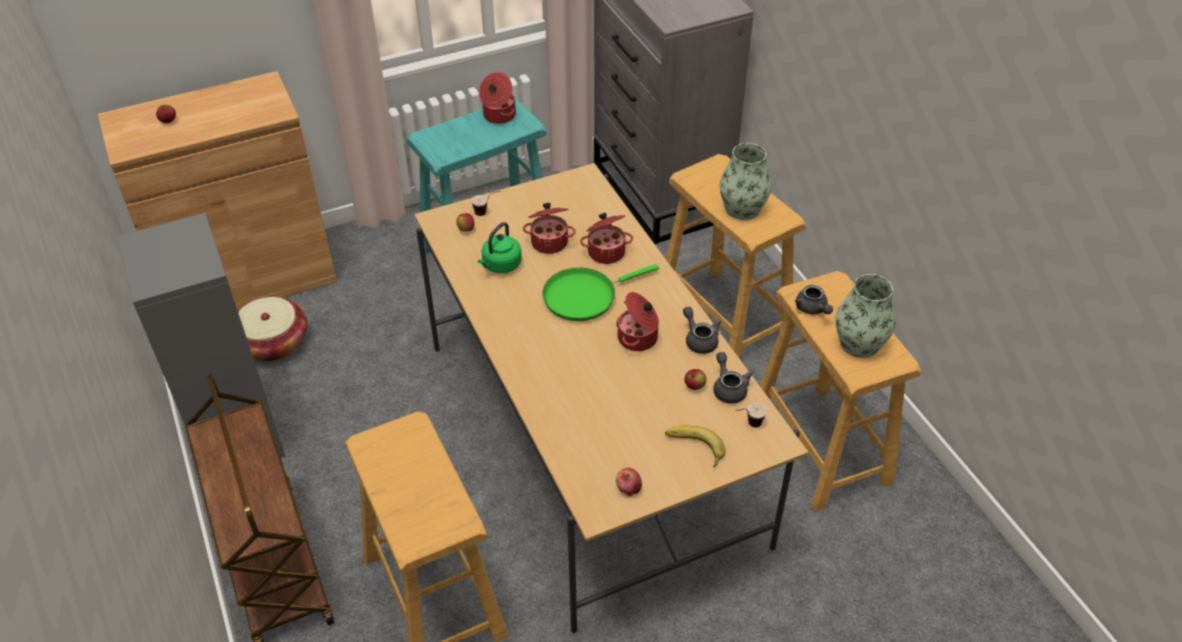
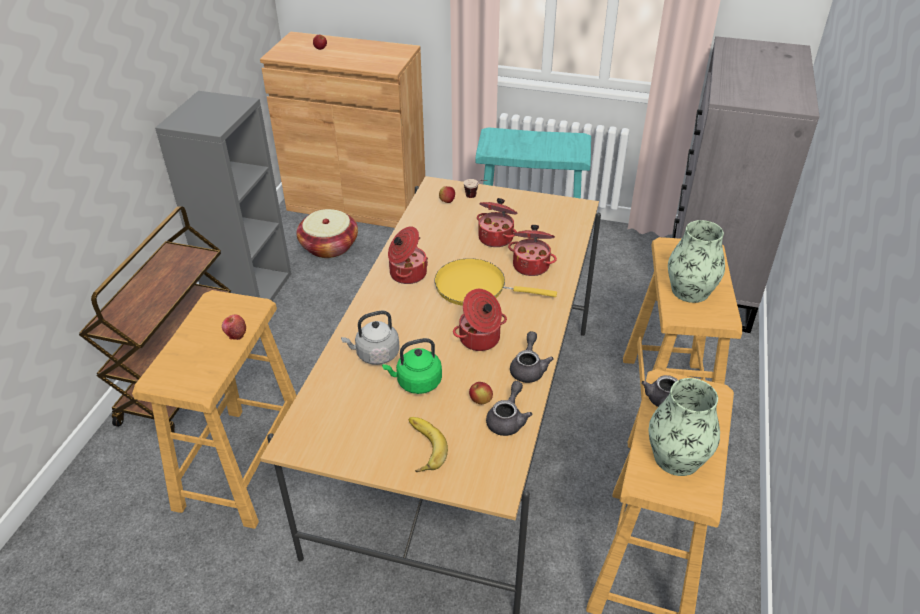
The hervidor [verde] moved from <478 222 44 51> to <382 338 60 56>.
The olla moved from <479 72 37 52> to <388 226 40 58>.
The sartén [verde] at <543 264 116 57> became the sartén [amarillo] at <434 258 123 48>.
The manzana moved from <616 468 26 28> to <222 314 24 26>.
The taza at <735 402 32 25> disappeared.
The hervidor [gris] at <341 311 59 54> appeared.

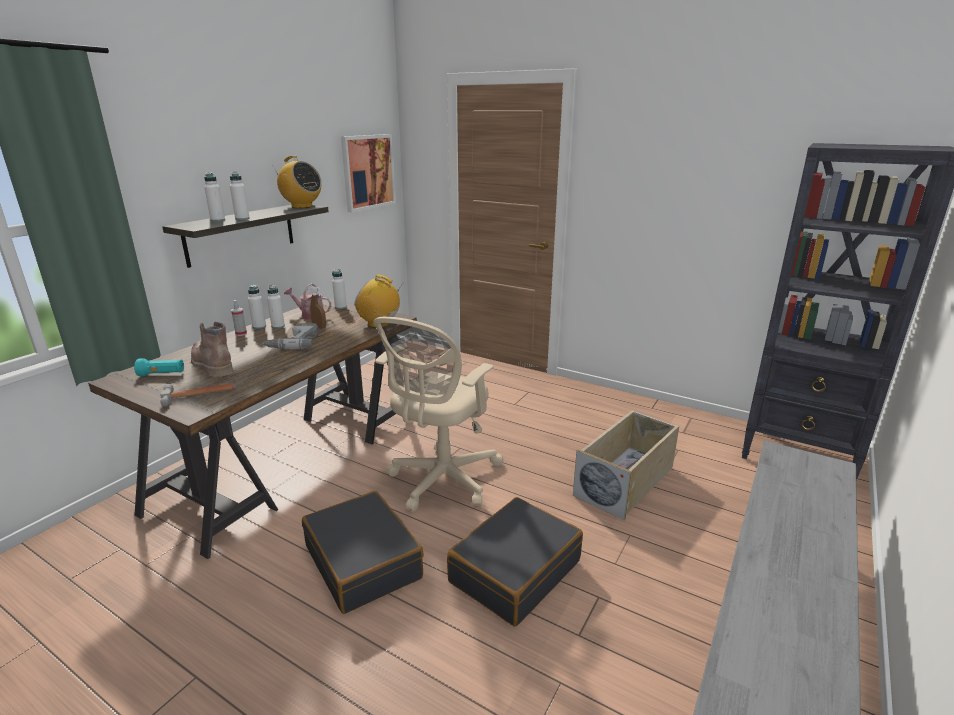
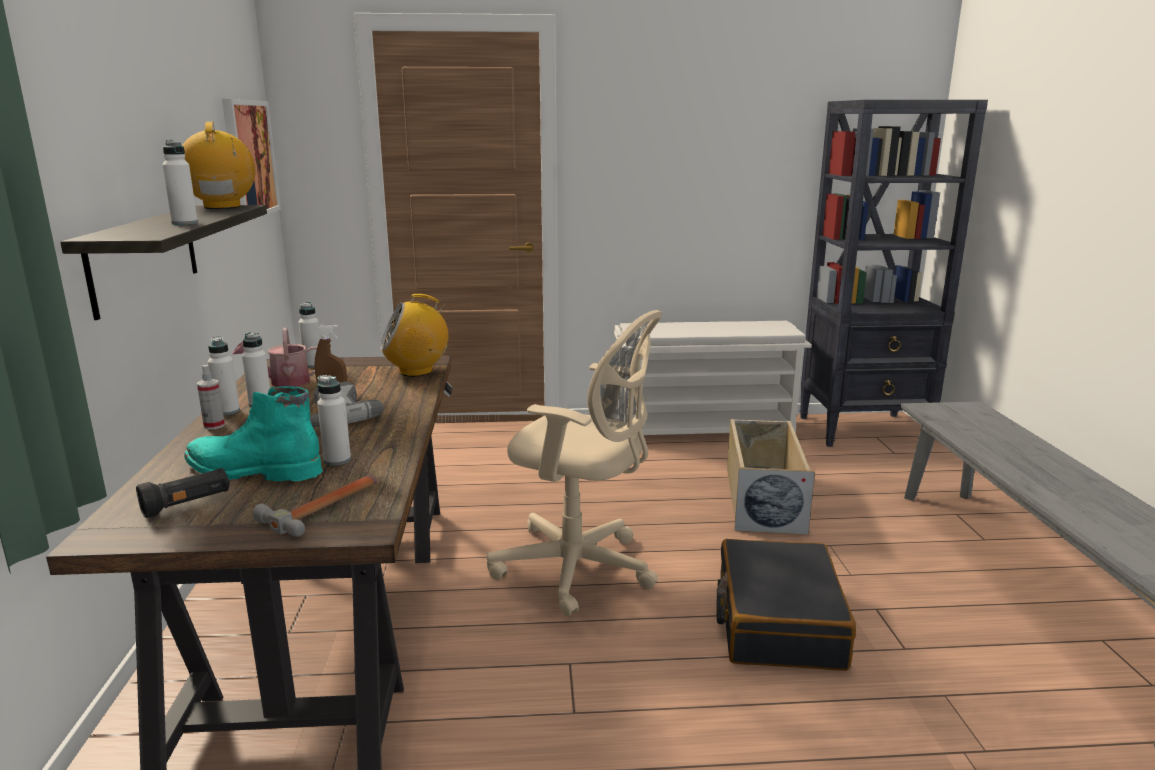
The linterna [turquesa] at <134 358 50 18> became the linterna [negro] at <136 468 94 50>.
The bota [marrón] at <191 322 42 55> became the bota [turquesa] at <184 386 139 95>.
The botella [blanco] moved from <204 172 21 50> to <317 375 34 91>.
The radio at <272 156 50 52> turned 105 degrees counterclockwise.
The maleta [negro] at <302 491 122 123> disappeared.
The silla de oficina [beis] at <373 317 130 195> turned 60 degrees counterclockwise.
The zapatero [blanco] at <614 321 198 114> appeared.

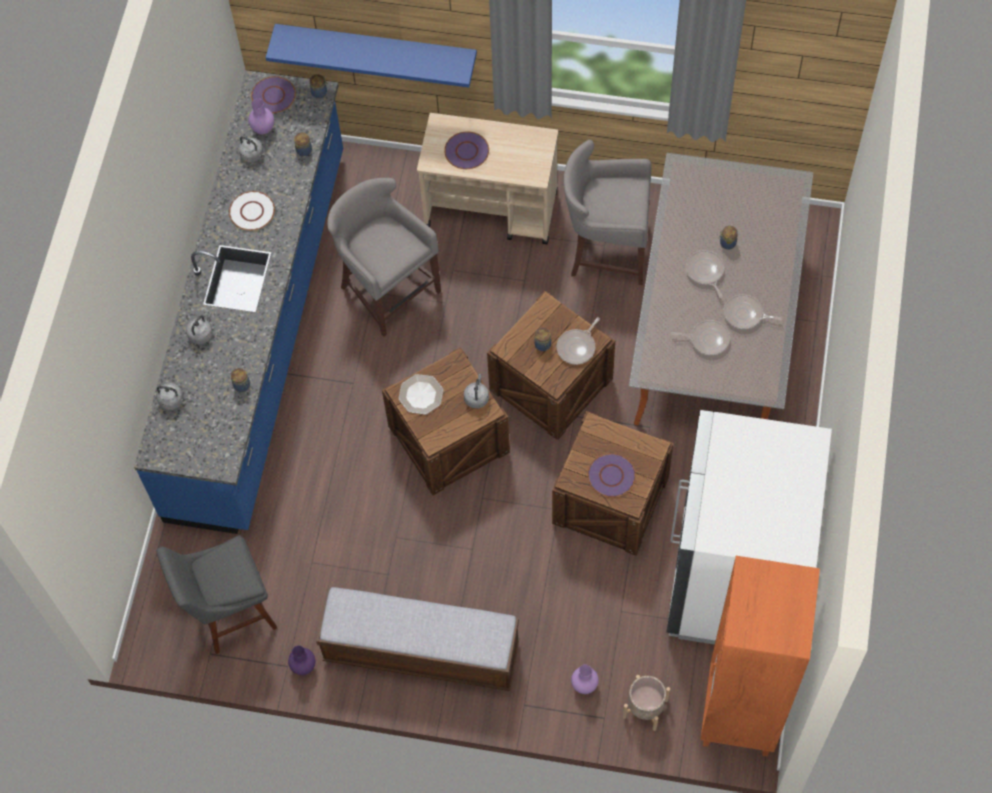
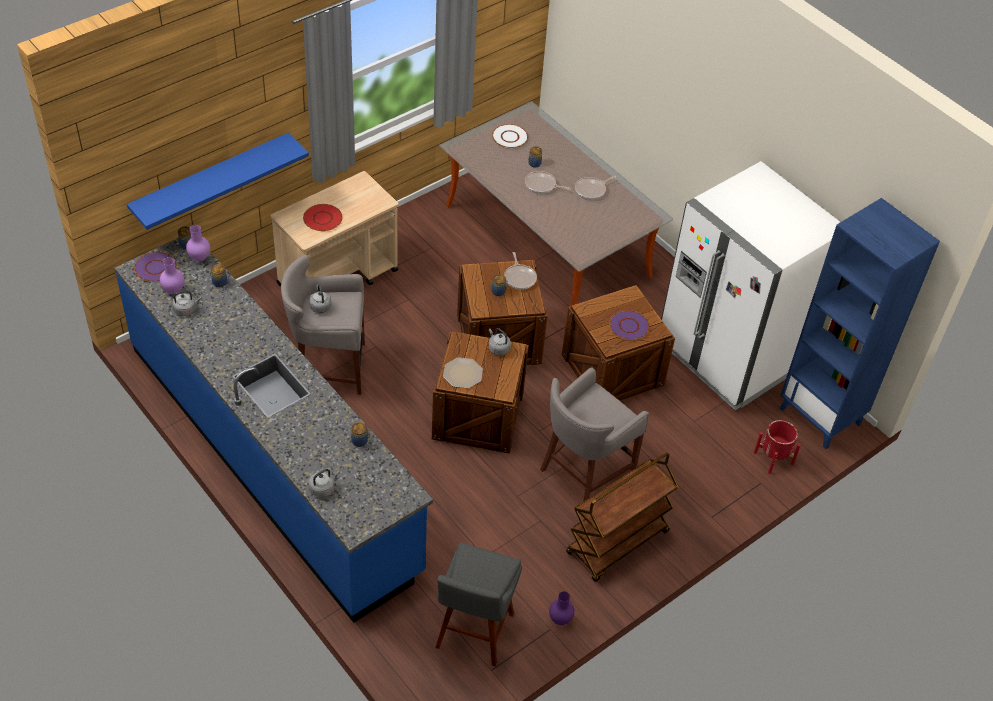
The hervidor [gris] moved from <186 312 27 32> to <309 285 22 28>.
The plato [blanco] moved from <229 191 46 40> to <492 124 36 24>.
The banco at <316 587 203 104> was replaced by the carrito [marrón] at <566 453 112 129>.
The plato [morado] at <444 132 45 37> became the plato [rojo] at <303 204 40 27>.
The taburete [gris] moved from <564 140 87 145> to <540 368 109 134>.
The florero [morado] moved from <571 664 28 30> to <186 225 24 36>.
The maceta [beis] at <623 675 47 56> became the maceta [rojo] at <754 420 47 54>.
The sartén at <671 320 59 35> disappeared.
The estantería [naranja] at <700 556 120 201> became the estantería [azul] at <780 198 160 251>.

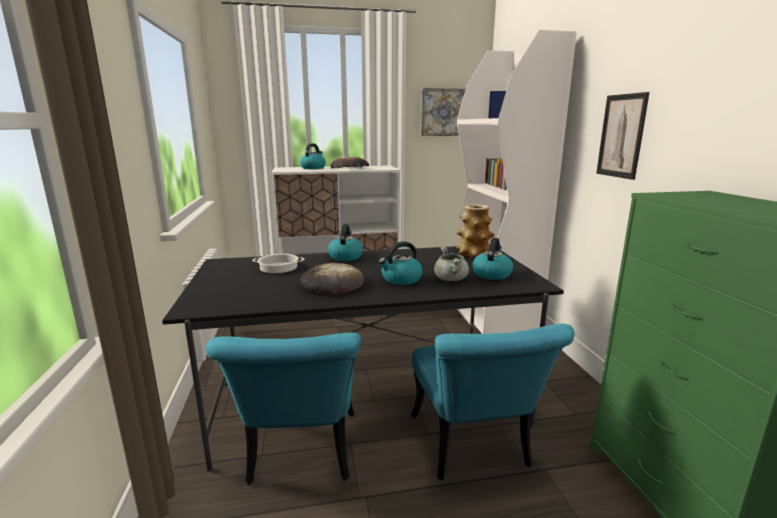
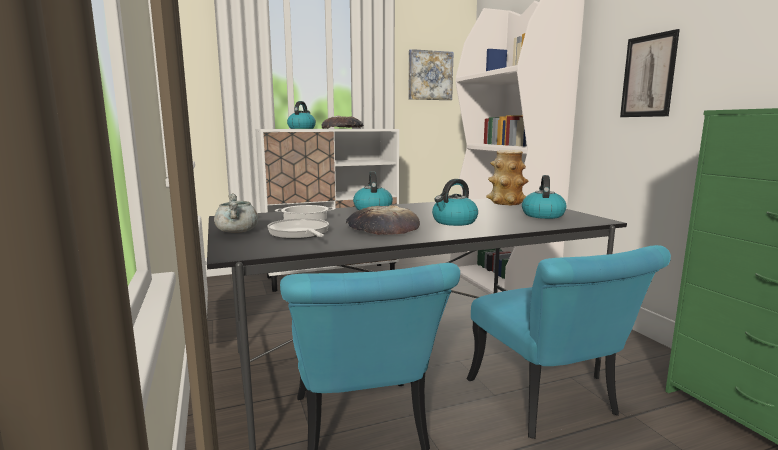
The olla [gris] moved from <434 246 35 35> to <214 193 45 40>.
The sartén at <267 218 62 21> appeared.

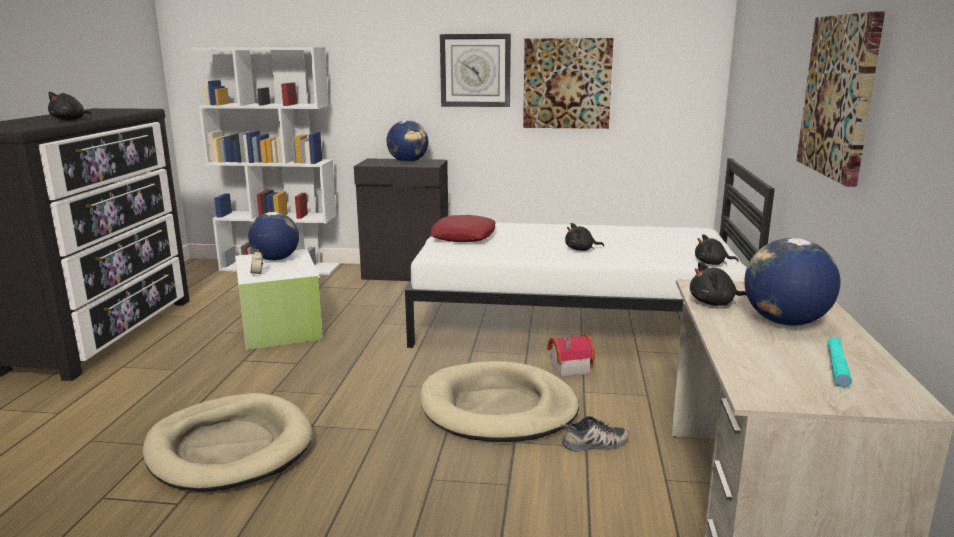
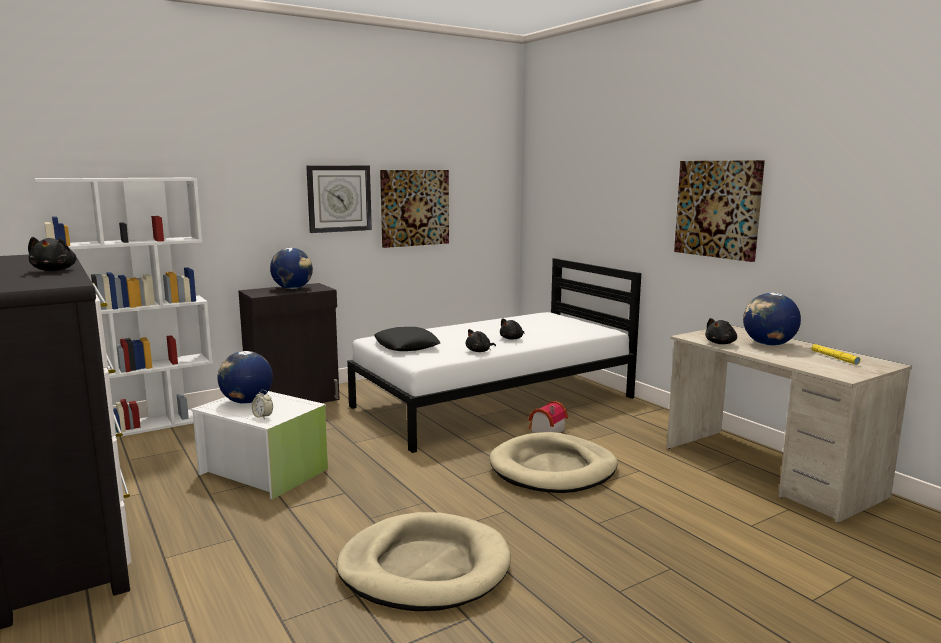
The cojín [rojo] at <430 215 65 27> became the cojín [negro] at <374 327 67 24>.
The zapato at <561 416 68 36> disappeared.
The peluche [negro] moved from <695 234 44 31> to <466 329 30 23>.
The linterna [turquesa] at <827 337 25 51> became the linterna [amarillo] at <812 344 49 21>.

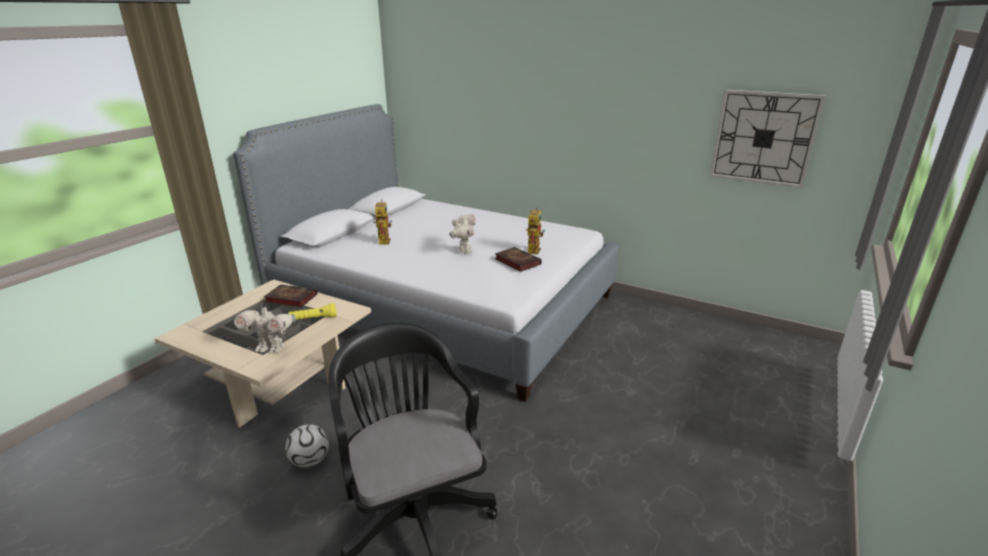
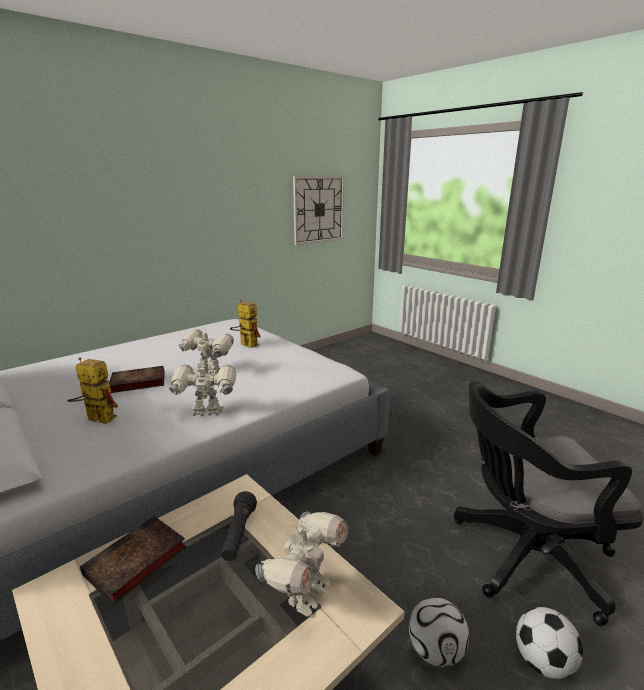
The linterna [amarillo] at <289 303 48 17> became the linterna [negro] at <221 491 36 70>.
The libro moved from <495 247 47 25> to <109 366 56 27>.
The robot de juguete at <169 363 67 53> appeared.
The balón de fútbol at <516 607 67 72> appeared.

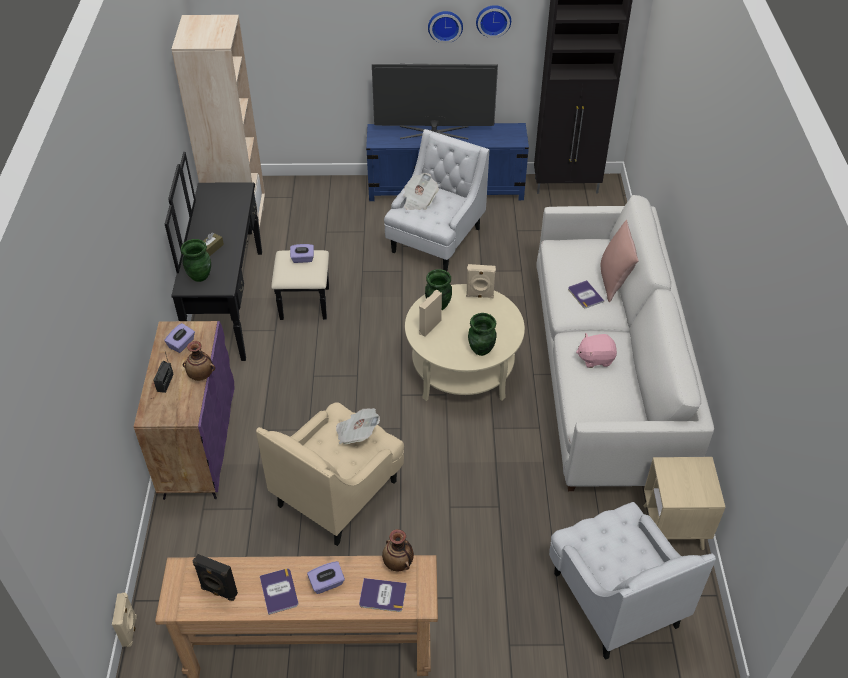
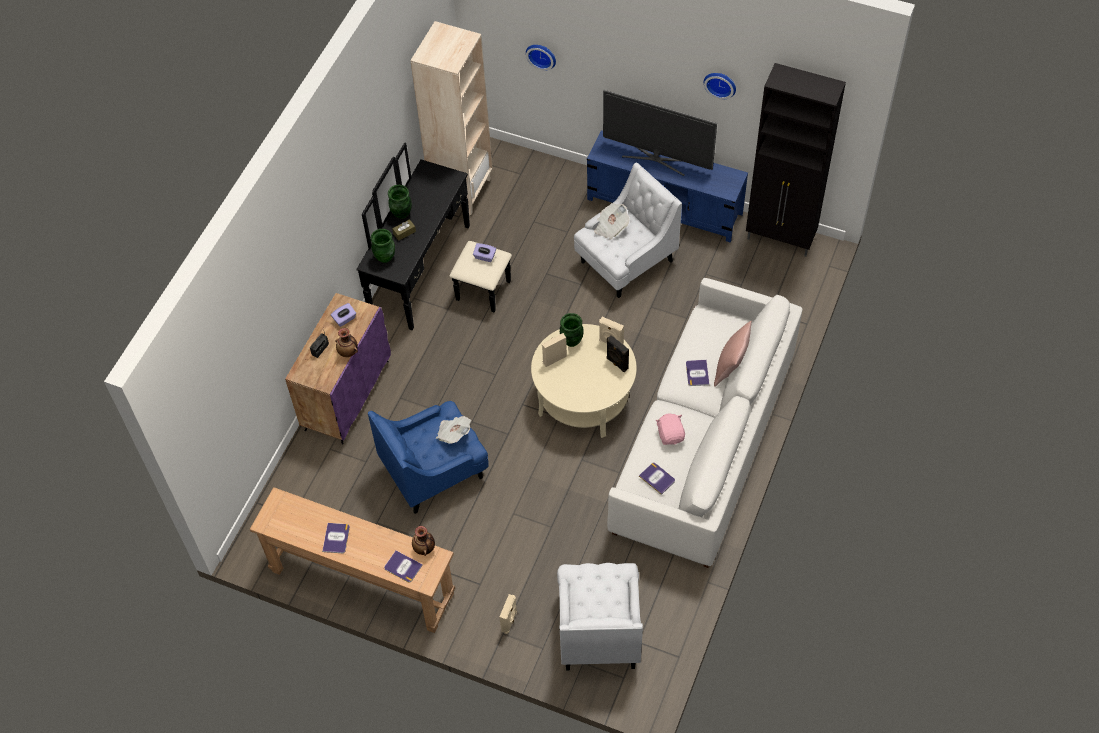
The altavoz [beis] moved from <112 593 25 54> to <500 594 17 40>.
The altavoz [negro] moved from <193 554 45 47> to <607 335 22 37>.
The sillón [beis] at <256 402 148 144> became the sillón [azul] at <368 401 120 113>.
The caja de pañuelos [morado] at <307 561 38 33> disappeared.
The reloj de pared moved from <428 11 35 32> to <526 45 30 26>.
The florero [verde] moved from <468 313 29 43> to <388 185 24 34>.
The peluche [rosa] at <576 333 41 35> turned 60 degrees clockwise.
The mesa auxiliar [beis] at <643 457 82 93> disappeared.
The libro at <639 463 36 32> appeared.

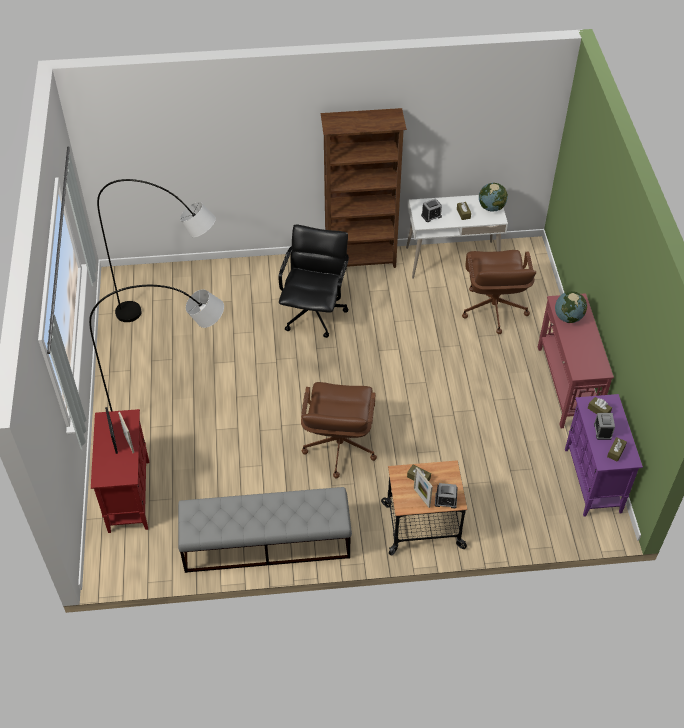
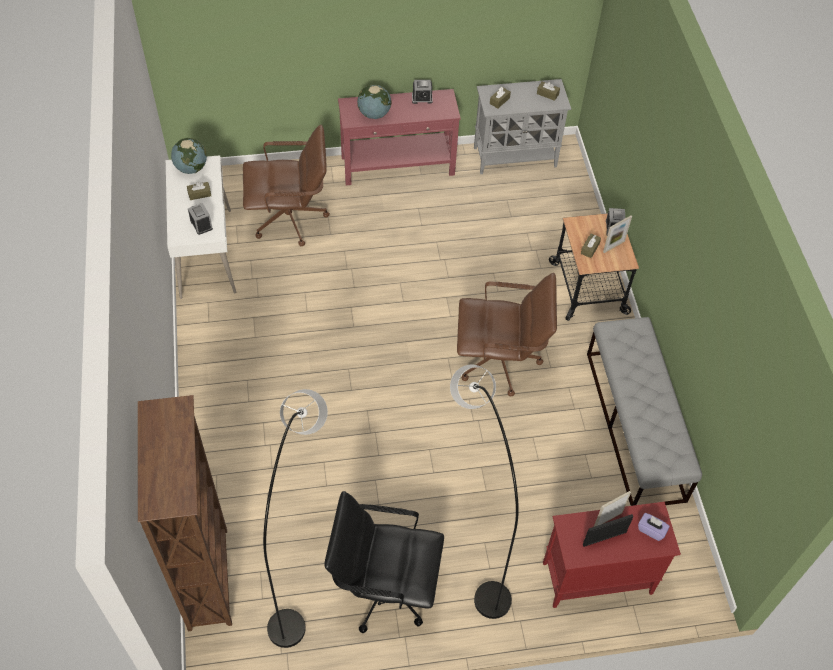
The silla de oficina [negro] moved from <278 225 71 113> to <324 491 120 142>.
The estantería [marrón] moved from <321 108 86 160> to <138 395 94 236>.
The armario [morado] at <565 394 78 123> became the armario [gris] at <474 79 97 95>.
The despertador moved from <594 413 21 27> to <412 80 21 24>.
The caja de pañuelos [morado] at <638 513 32 28> appeared.

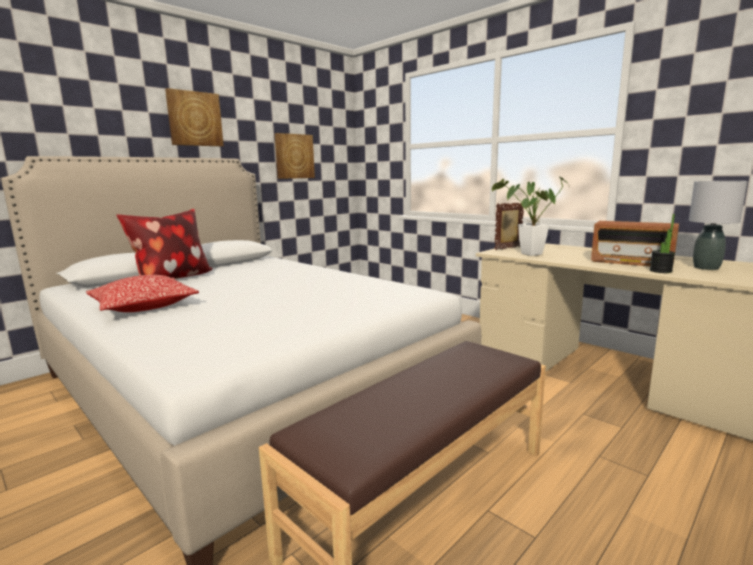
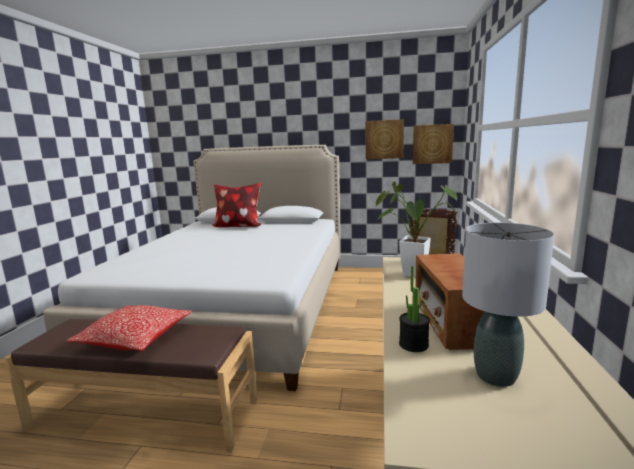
The cojín moved from <86 275 113 37> to <66 305 126 46>.
The cuadro moved from <165 88 59 58> to <413 124 41 40>.

